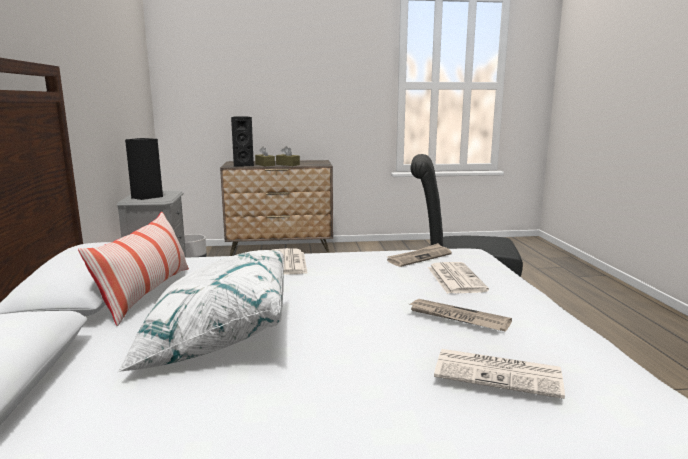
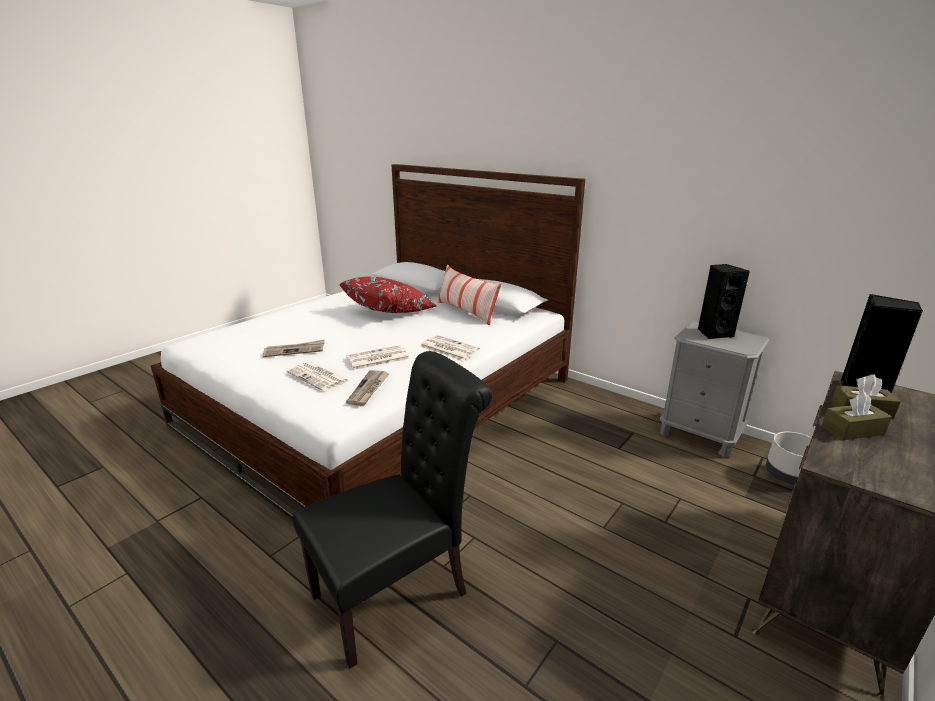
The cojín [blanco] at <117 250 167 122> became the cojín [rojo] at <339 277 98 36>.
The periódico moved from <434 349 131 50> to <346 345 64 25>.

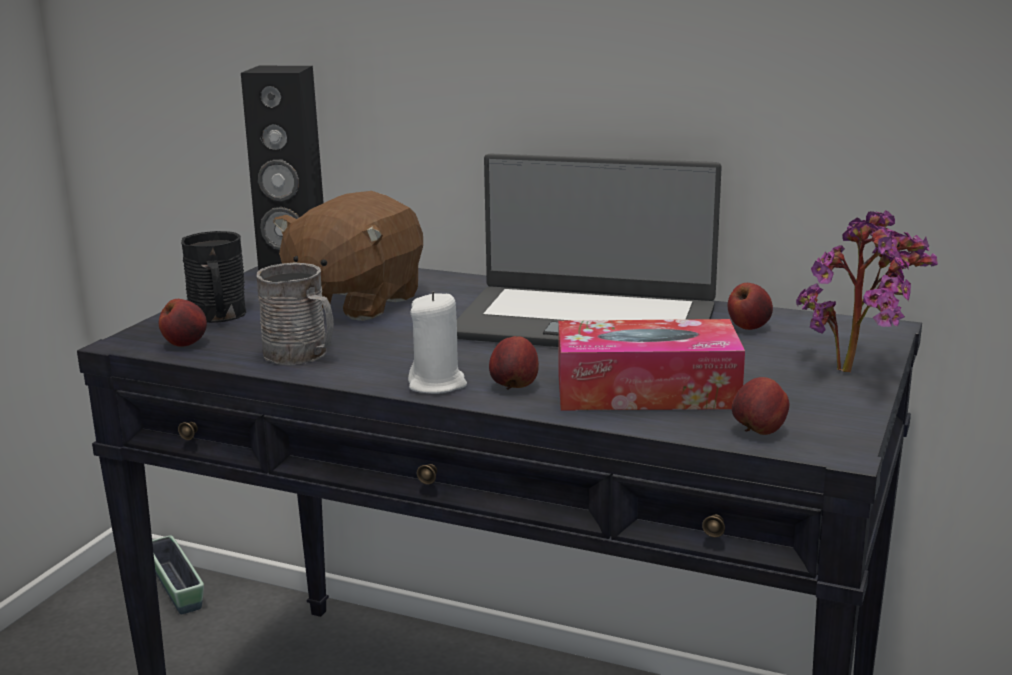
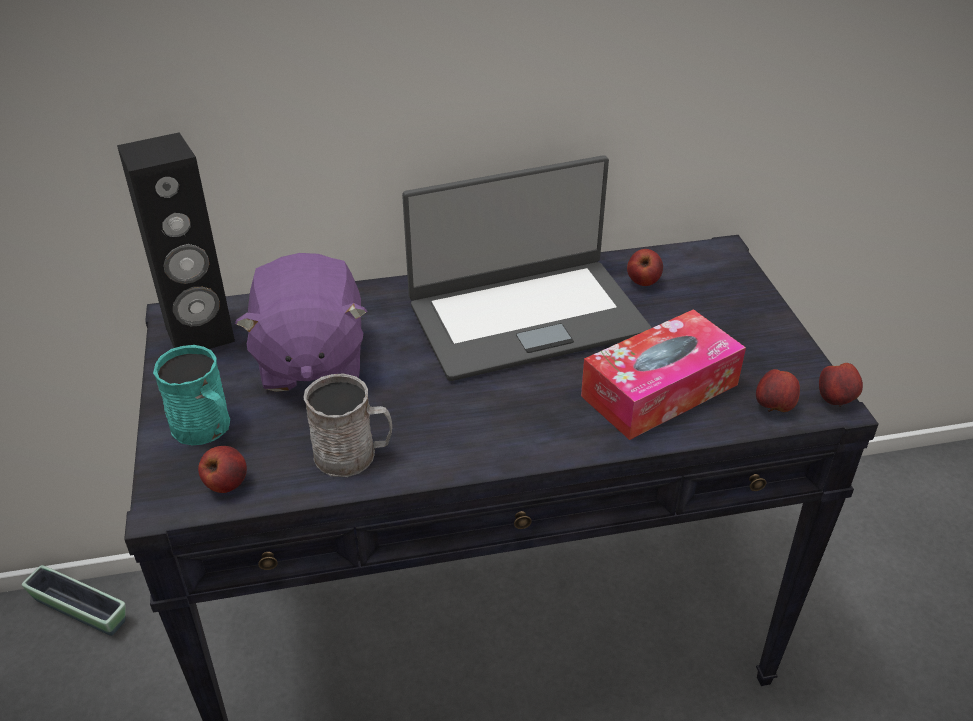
The taza grande [negro] at <181 231 65 92> became the taza grande [turquesa] at <153 345 77 100>.
The peluche [marrón] at <273 191 150 130> became the peluche [morado] at <235 253 132 139>.
The vela [blanco] at <408 291 59 103> disappeared.
The manzana moved from <489 336 50 54> to <819 363 44 44>.
The planta en maceta at <796 210 142 162> disappeared.

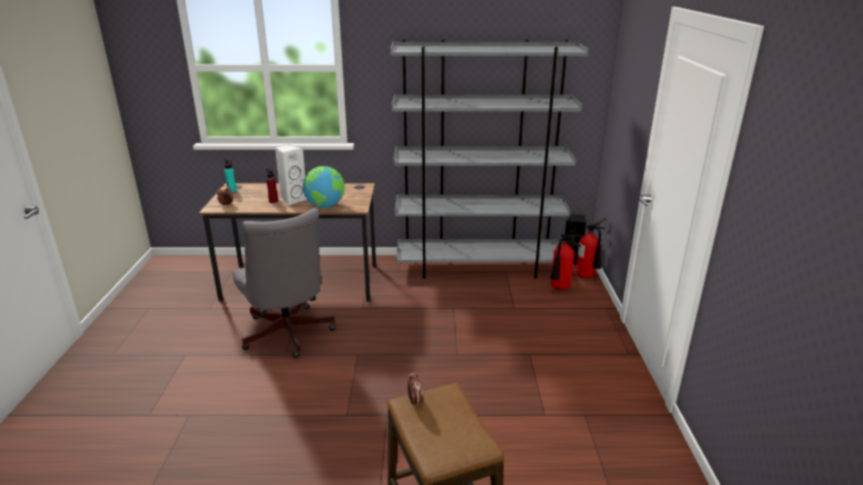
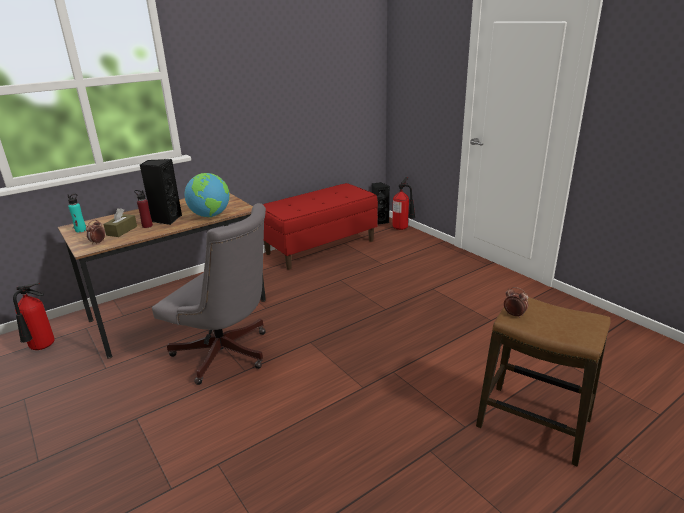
The altavoz [blanco] at <275 144 32 61> became the altavoz [negro] at <140 159 42 66>.
The estantería [gris] at <390 40 199 239> was replaced by the banco [rojo] at <263 183 115 87>.
The extintor moved from <550 234 32 56> to <13 282 42 68>.
The caja de pañuelos [marrón] at <103 208 34 29> appeared.

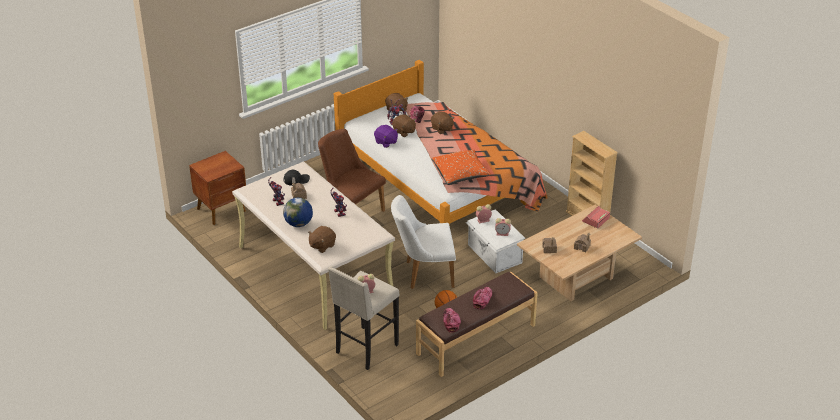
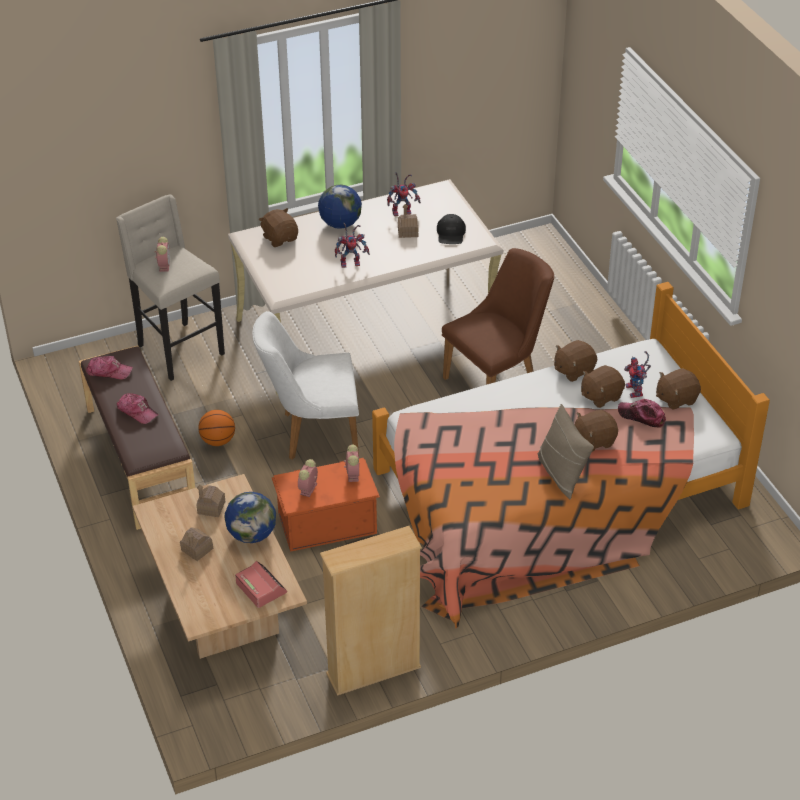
The mesita de noche [marrón] at <189 151 57 74> disappeared.
The peluche [morado] at <374 125 24 23> became the peluche [marrón] at <554 340 43 42>.
The silla [blanco] at <391 195 65 94> turned 105 degrees counterclockwise.
The cojín [naranja] at <432 149 59 36> disappeared.
The caja de almacenaje [blanco] at <466 209 59 64> became the caja de almacenaje [naranja] at <272 458 108 94>.
The globo terráqueo at <225 492 51 51> appeared.
The cojín [beis] at <538 404 56 95> appeared.

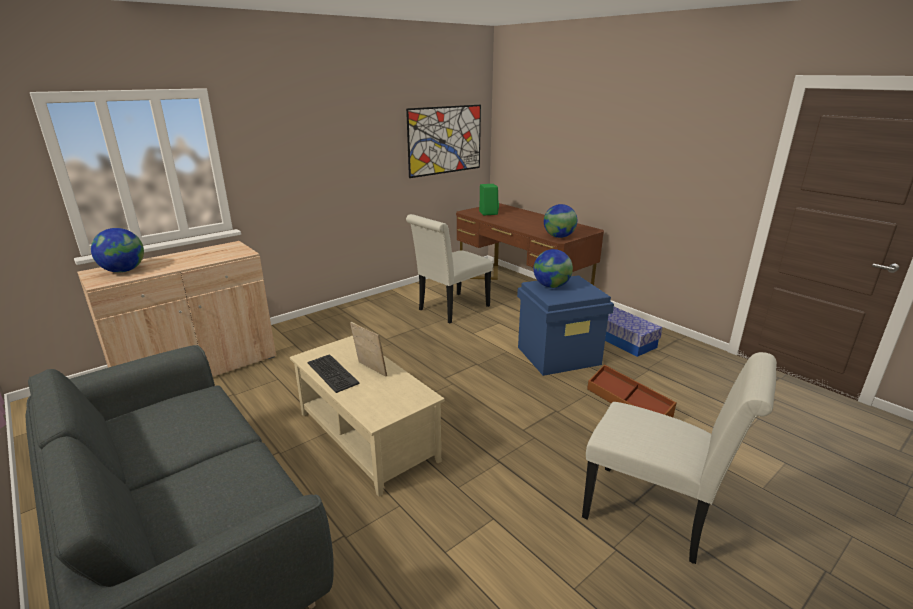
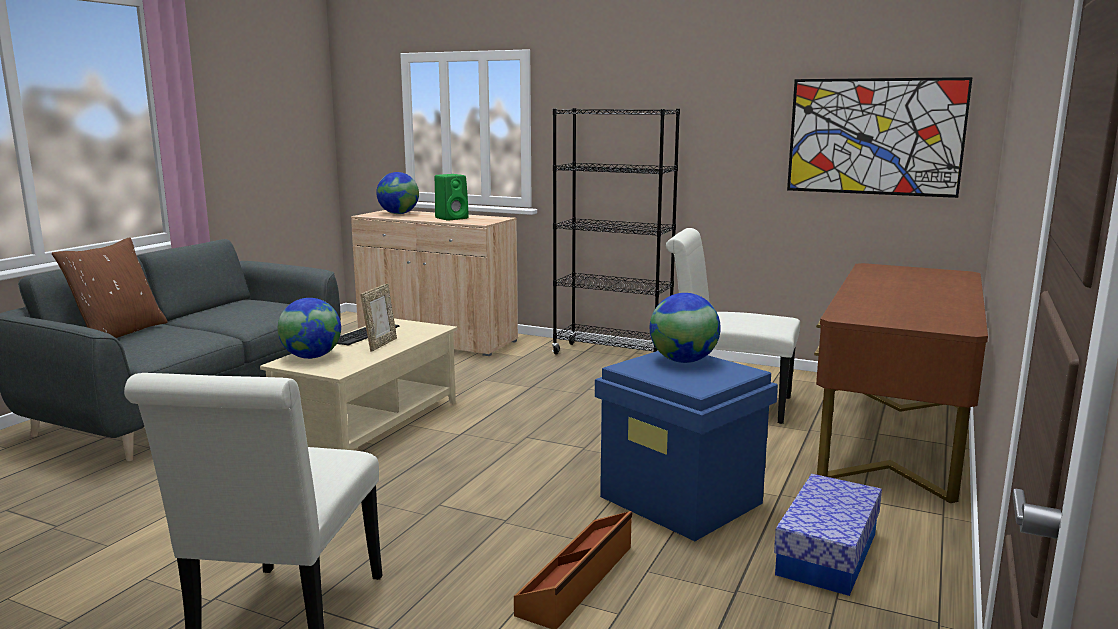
The altavoz [verde] moved from <479 184 20 31> to <435 174 34 46>.
The globo terráqueo moved from <544 204 33 34> to <278 298 63 61>.
The cojín [marrón] at <52 237 116 101> appeared.
The estantería [negro] at <552 108 128 246> appeared.

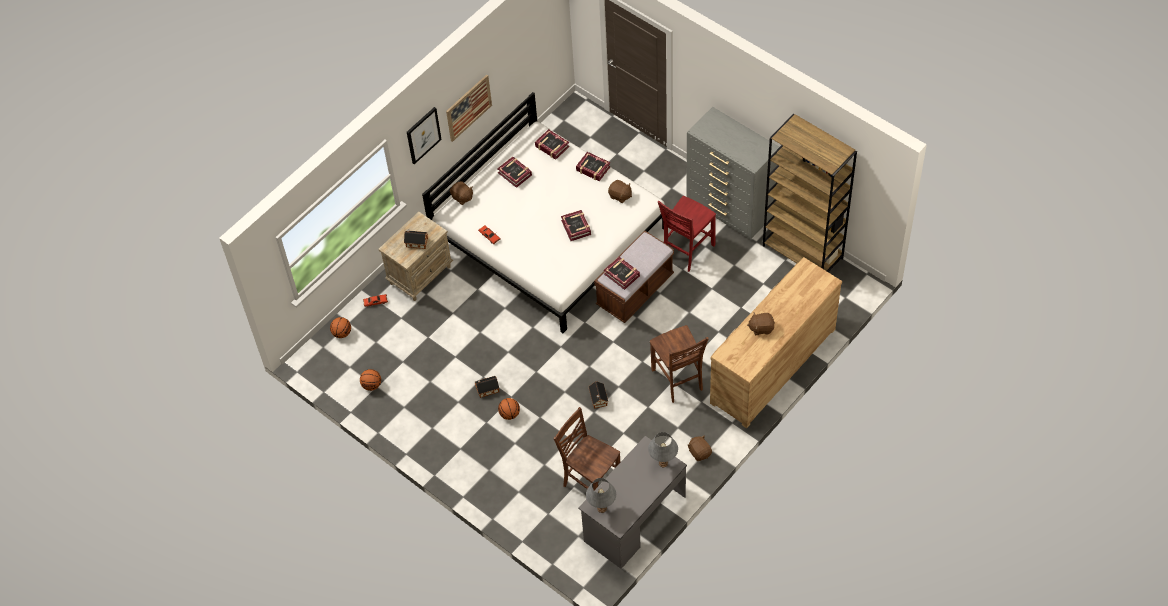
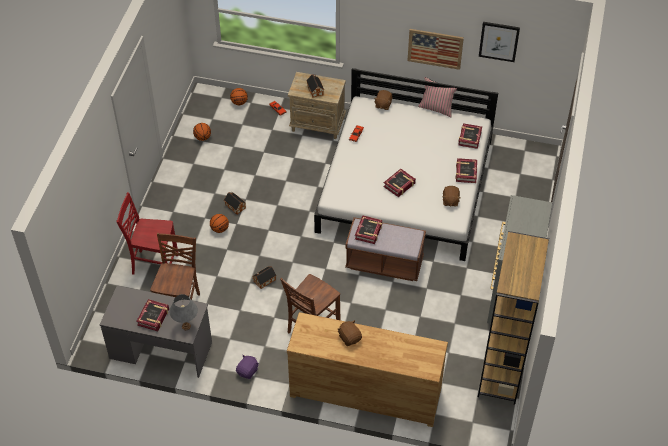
The cuadro moved from <407 107 35 57> to <479 22 41 40>.
The libro moved from <497 156 35 32> to <136 299 33 33>.
The lámpara de mesa [gris] at <586 478 30 35> disappeared.
The silla [rojo] moved from <658 196 58 76> to <117 192 61 83>.
The peluche [marrón] at <687 435 25 26> became the peluche [morado] at <236 355 23 24>.
The cojín [rosa] at <418 77 39 40> appeared.

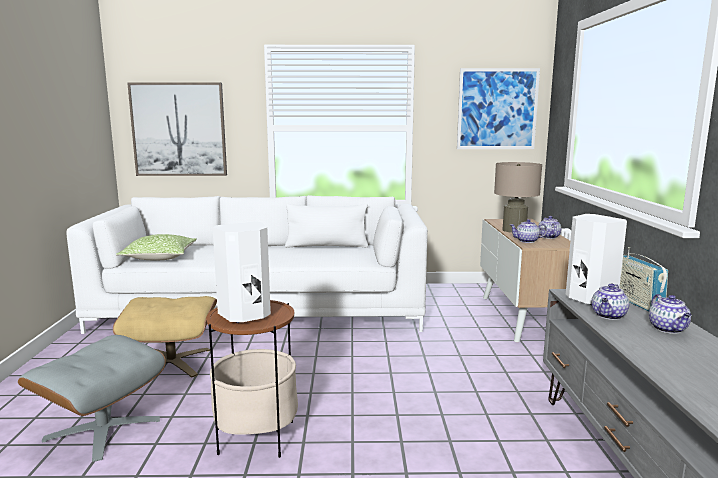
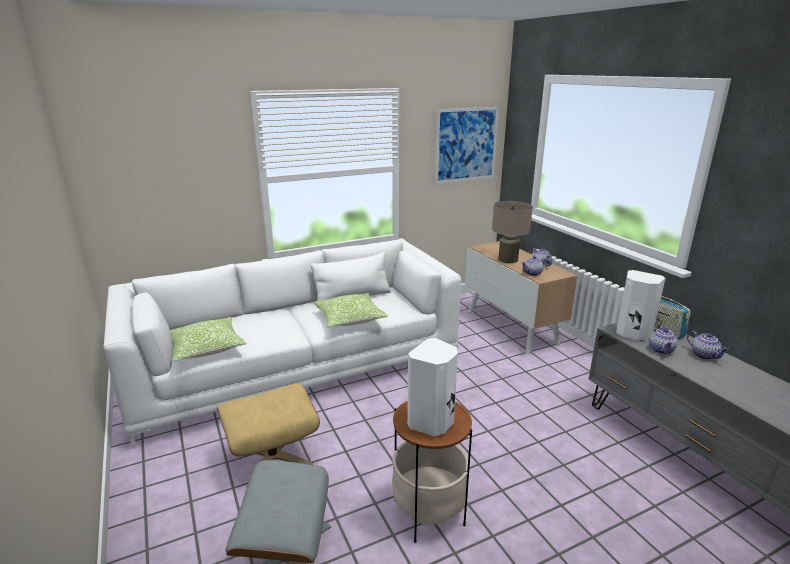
The cuadro at <127 83 100 93> disappeared.
The cojín at <314 293 74 35> appeared.

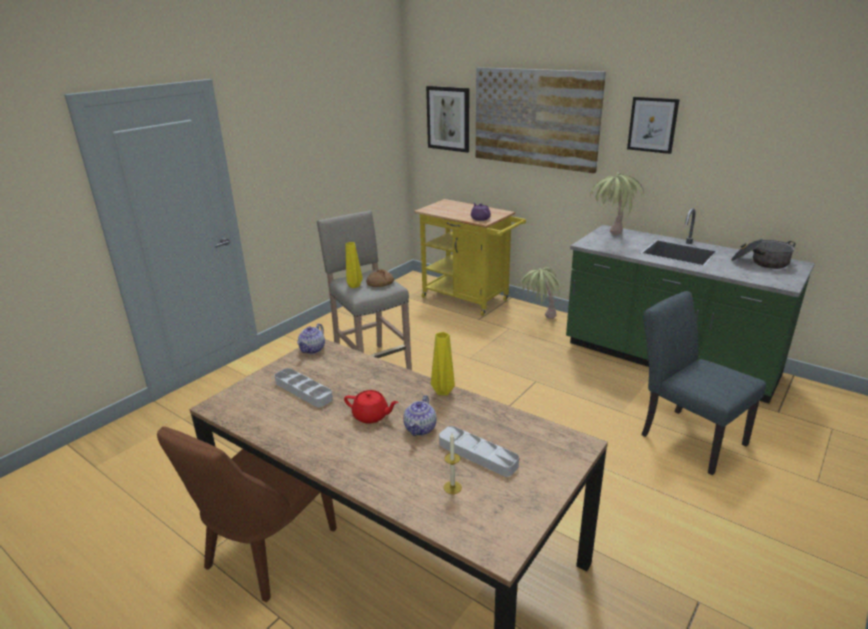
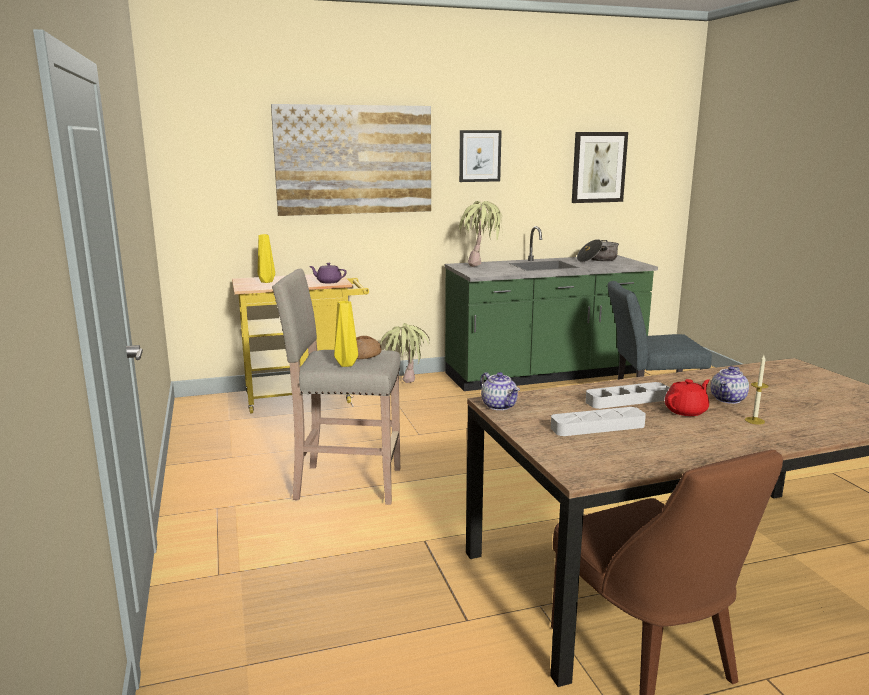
The tetera at <403 395 33 41> turned 75 degrees clockwise.
The cuadro moved from <426 86 43 67> to <572 132 56 71>.
The florero [amarillo] moved from <431 332 24 64> to <258 234 17 49>.
The bandeja [gris] moved from <439 426 80 51> to <586 382 84 27>.
The vela moved from <444 433 18 61> to <745 355 23 70>.

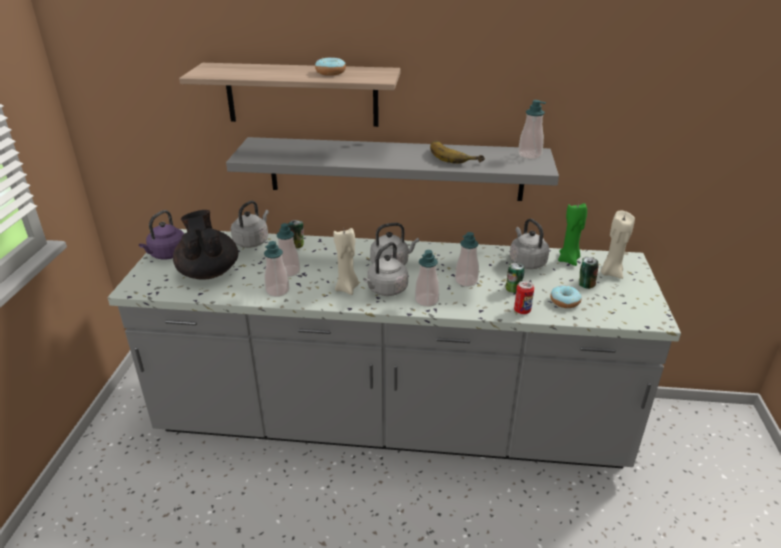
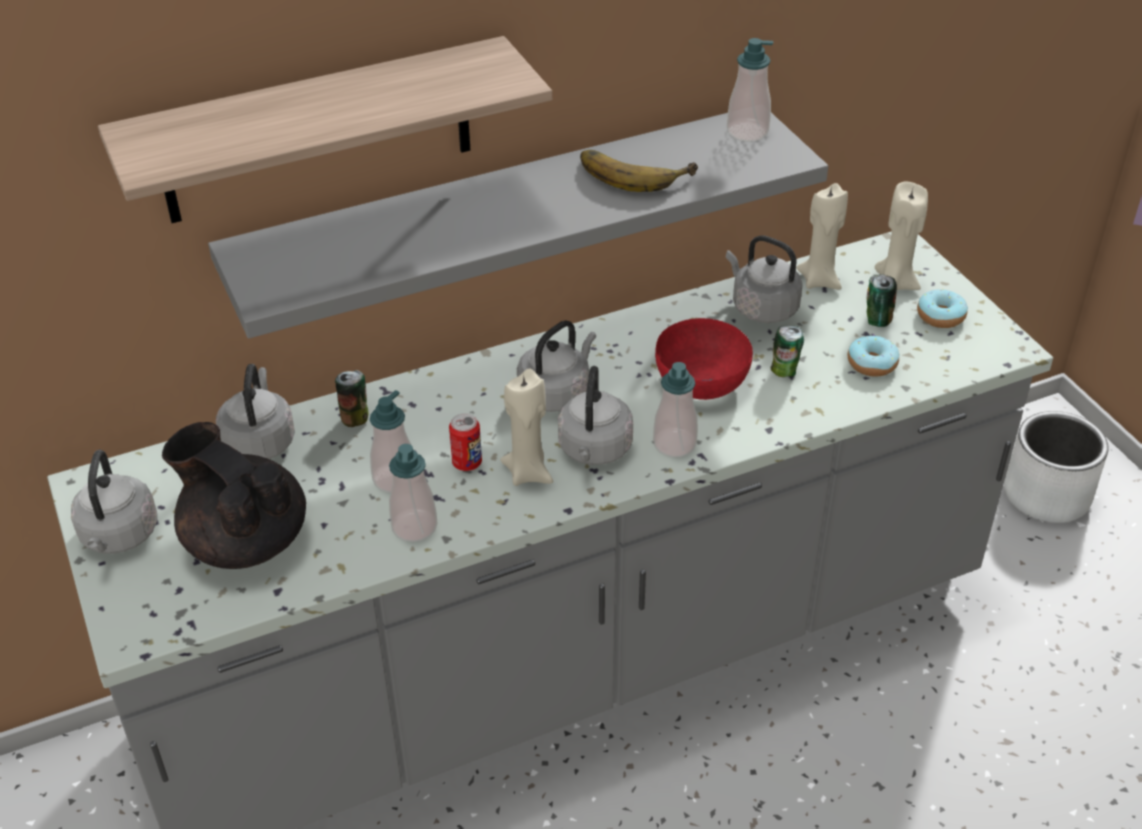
The hervidor [morado] at <139 210 45 50> became the hervidor [gris] at <71 450 86 104>.
The rosquilla moved from <315 57 31 19> to <917 289 51 39>.
The dispensador de jabón at <455 232 24 55> was replaced by the cuenco [rojo] at <655 318 98 82>.
The lata moved from <514 281 20 33> to <449 413 33 58>.
The vela [verde] at <558 202 29 64> became the vela [beis] at <796 183 52 106>.
The maceta [gris] at <1004 411 105 112> appeared.

